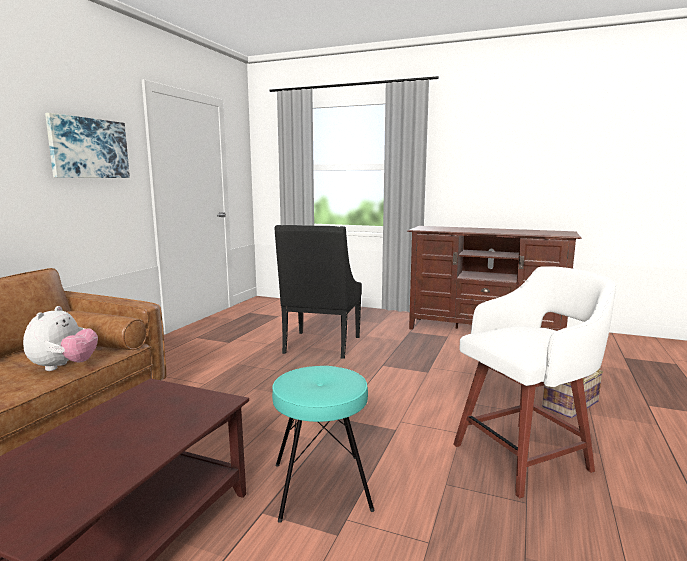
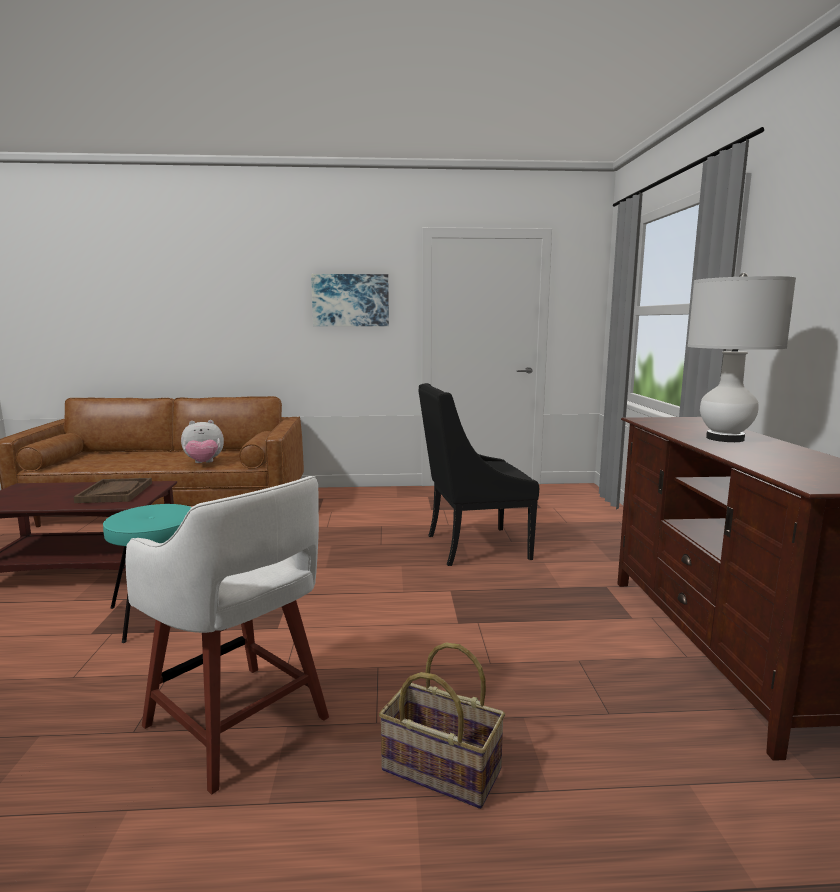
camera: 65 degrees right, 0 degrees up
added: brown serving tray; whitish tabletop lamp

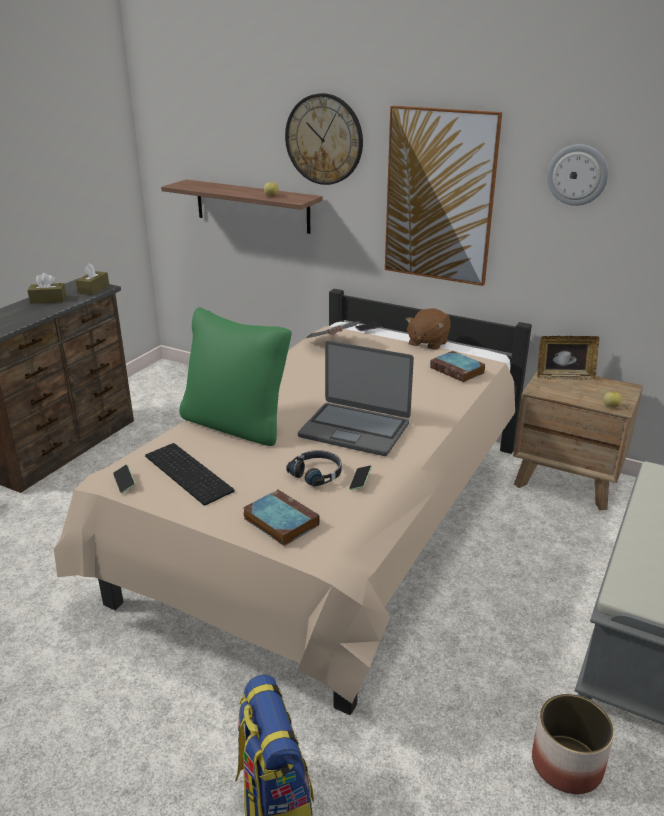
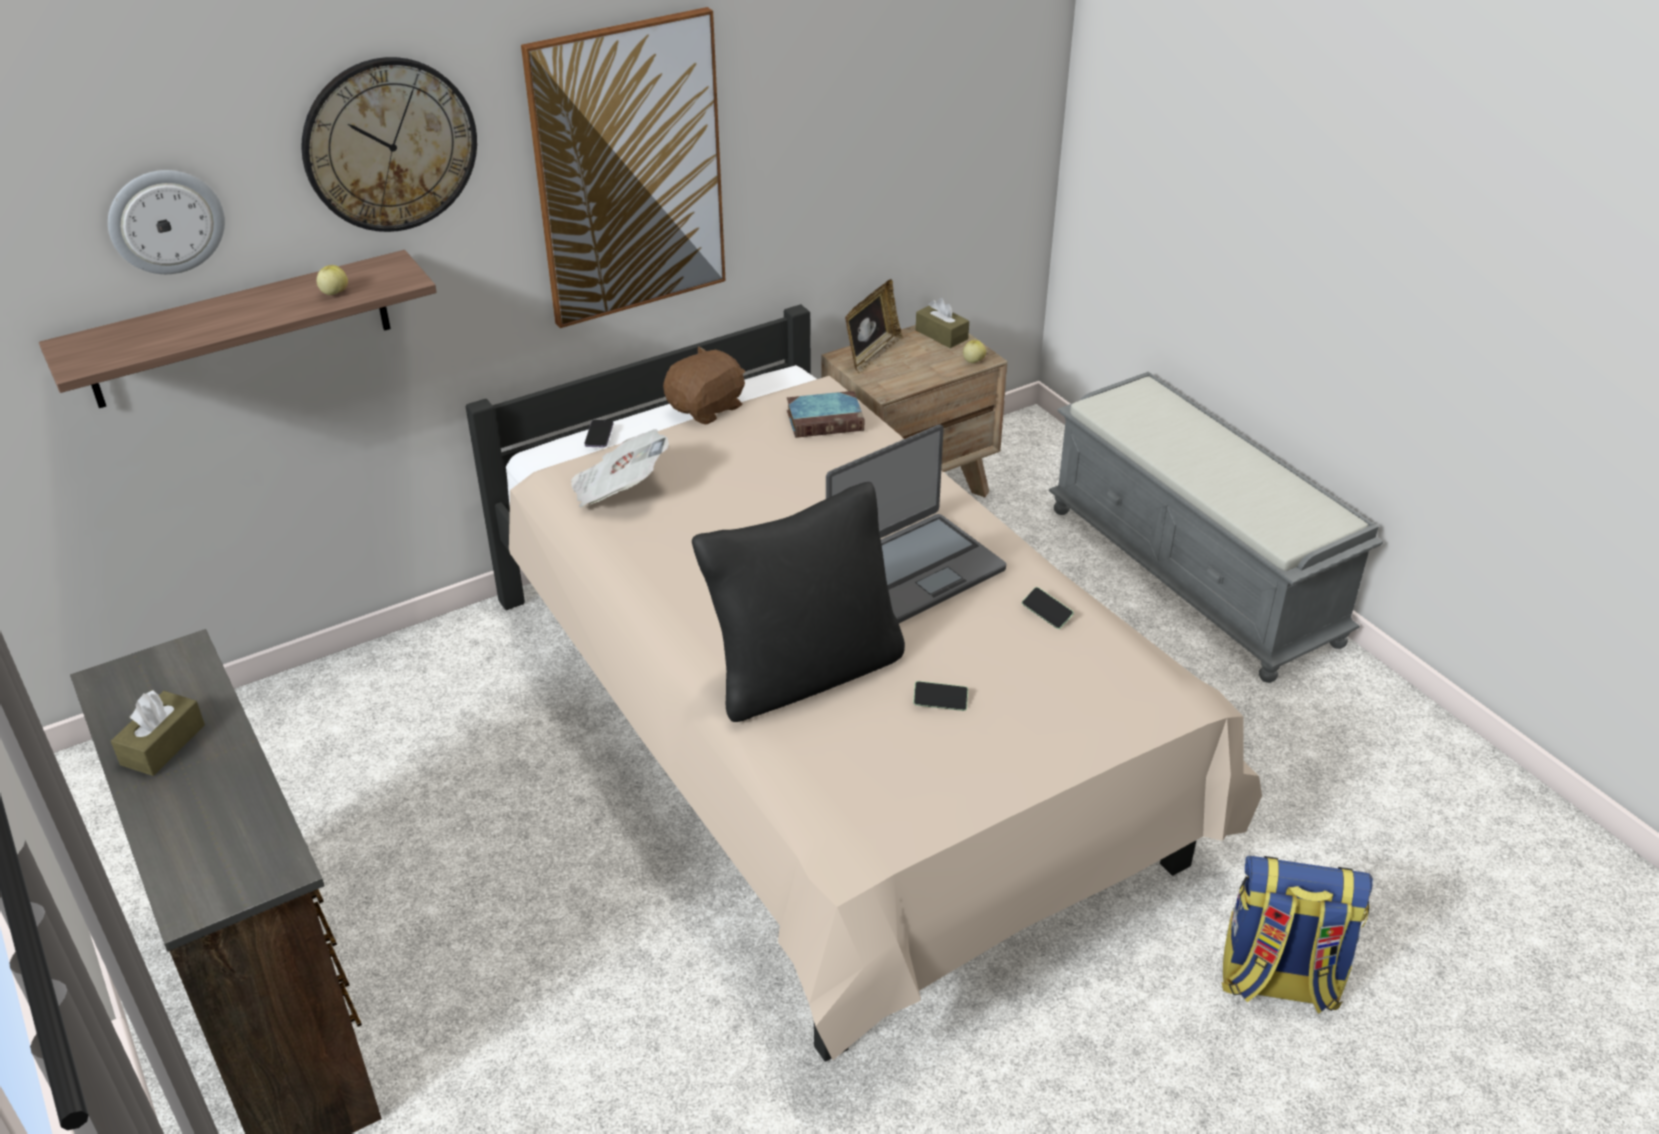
camera: 60 degrees left, 10 degrees up
removed: PC keyboard; volume (1st from left); black-coloured headphones; plant pot
moved: brown box of tissues (2nd from left); phone (1st from left in the first image) to phone (2nd from left); wall clock (2nd from left in the first image) to wall clock (1st from left)
recoloured: greenish pillow to black-coloured pillow
turned: brown soft toy 105 degrees counterclockwise

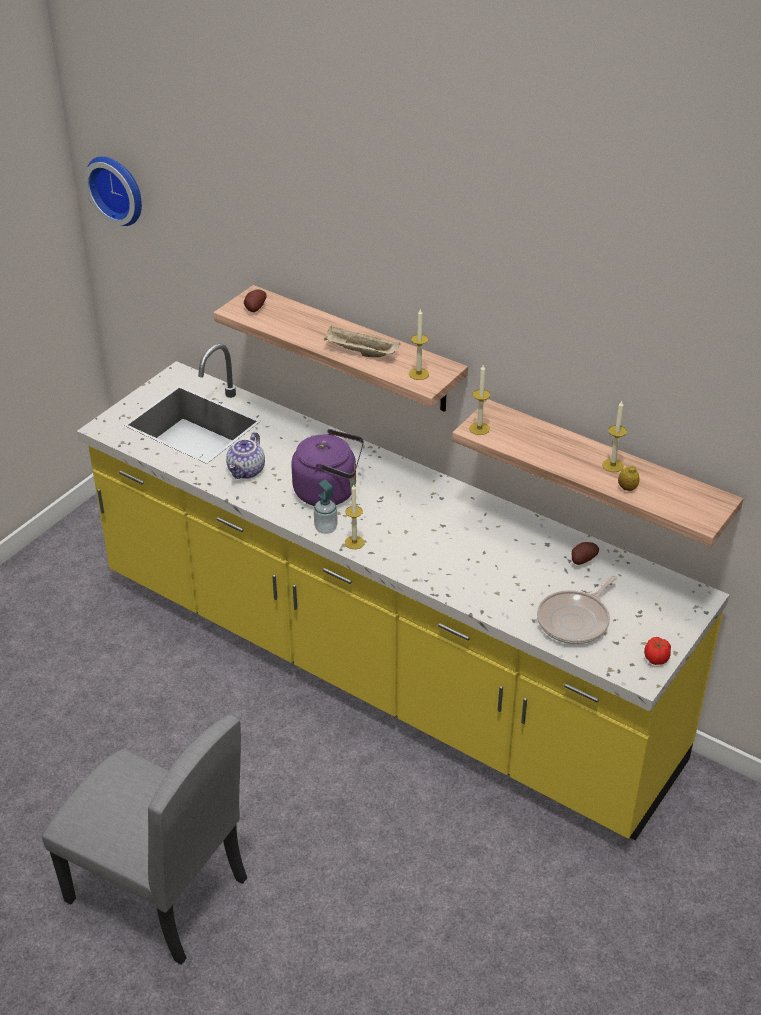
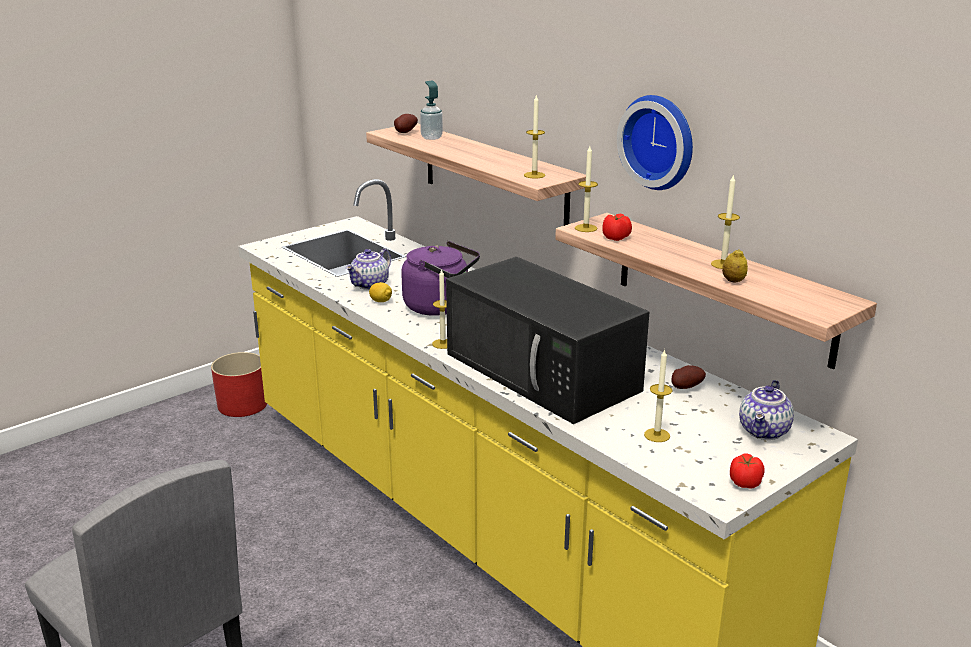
camera: 15 degrees right, 15 degrees down
removed: beige-coloured serving tray
added: reddish plant pot; lemon (1st from left); black-coloured microwave; tomato (1st from left); tea pot (2nd from left)
moved: wall clock; liquid soap bottle
replaced: pan to wax candle (4th from left)

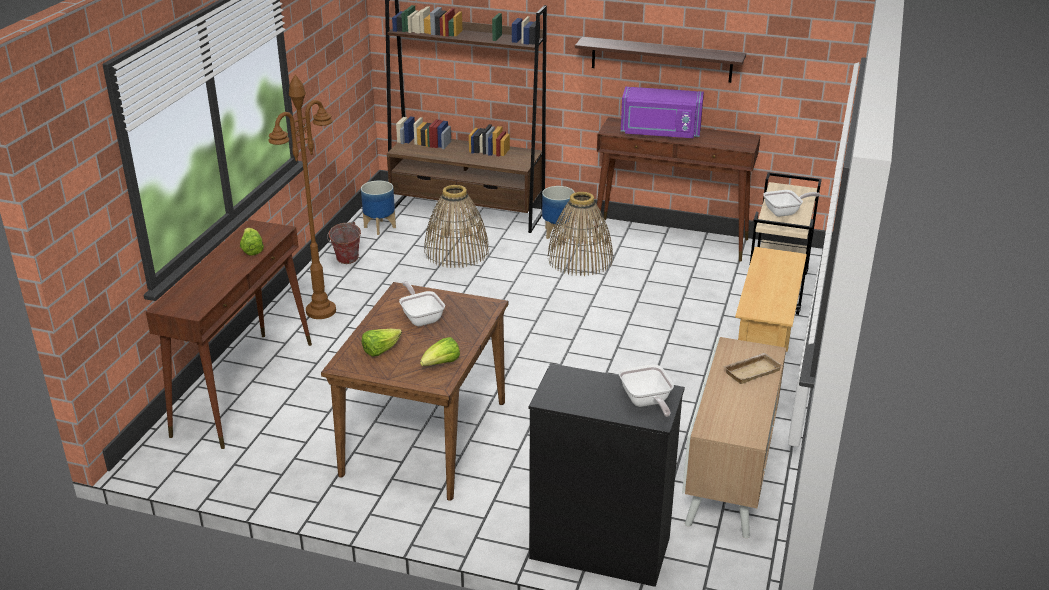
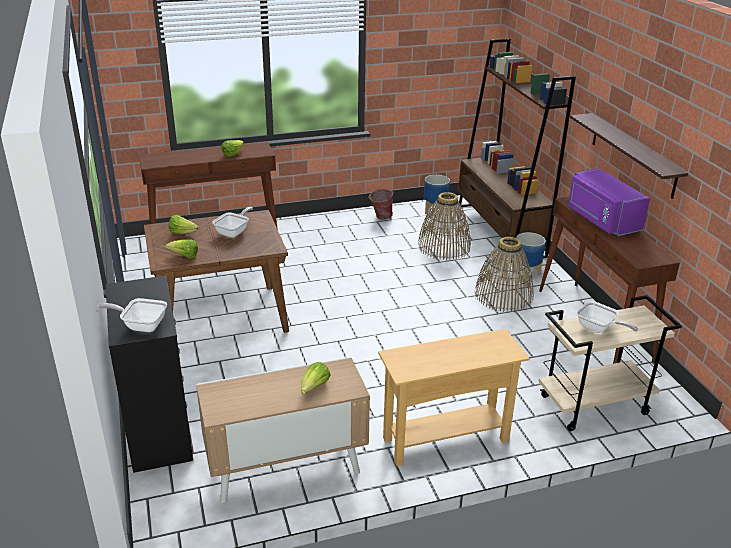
camera: 55 degrees right, 0 degrees up
removed: brown standing lamp
replaced: beige-coloured serving tray to head of lettuce (4th from left)
turned: pan (2nd from left in the first image) 60 degrees clockwise

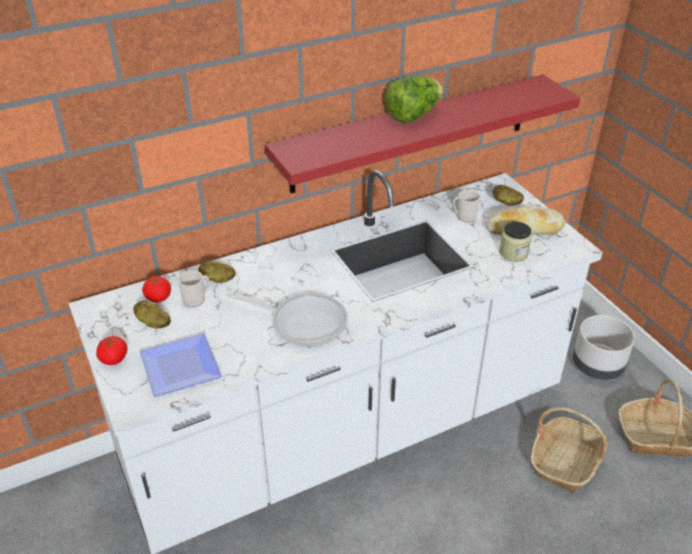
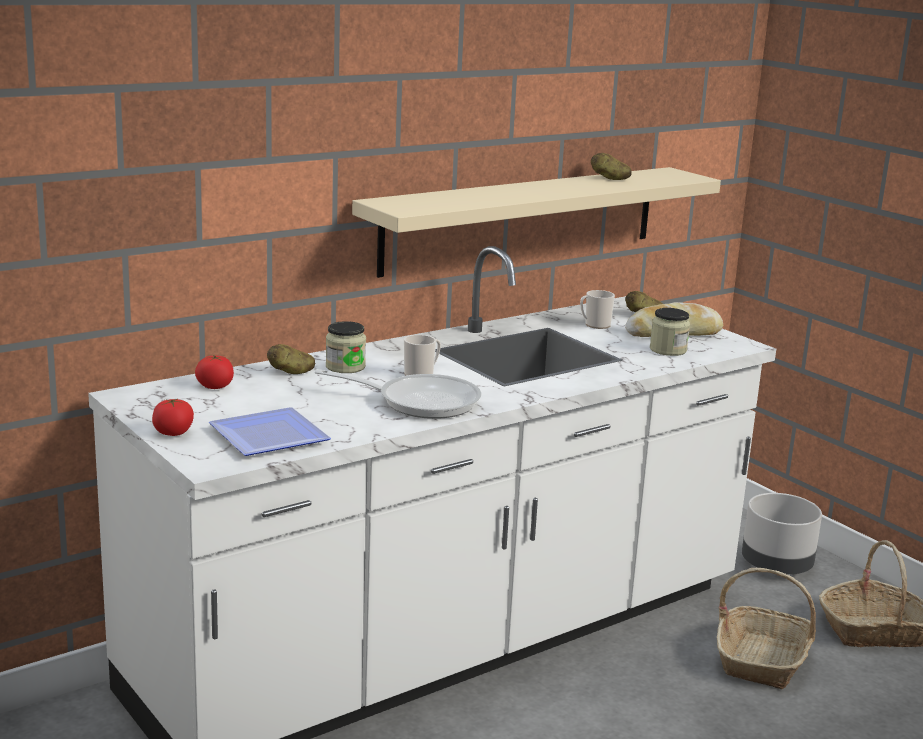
camera: 10 degrees left, 20 degrees down
removed: head of lettuce
added: storage jar (1st from left)
moved: whole potato (1st from left in the first image) to whole potato (2nd from left); coffee mug (1st from left)
recoloured: reddish wall shelf to beige-coloured wall shelf

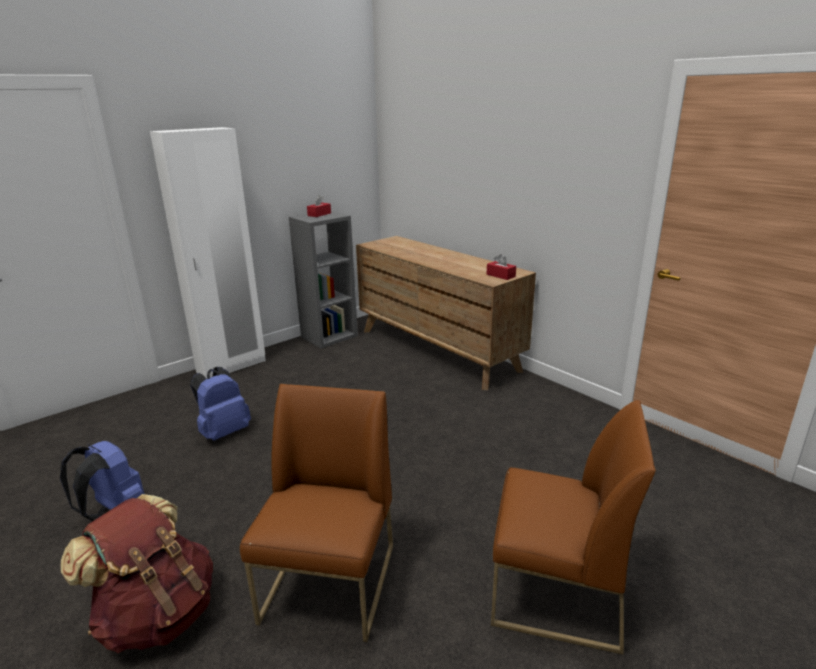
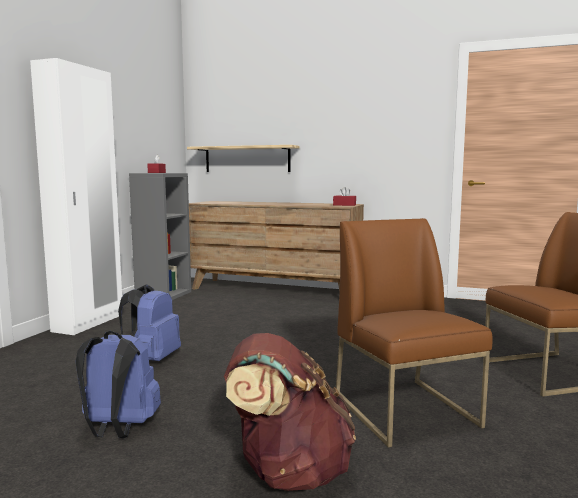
camera: 30 degrees left, 15 degrees down
added: wall shelf

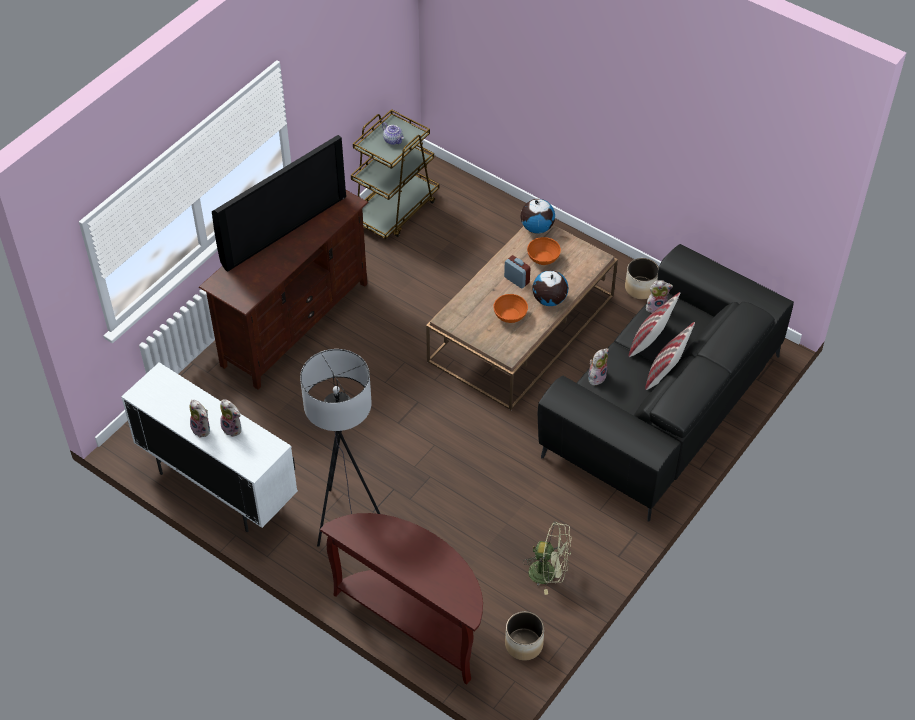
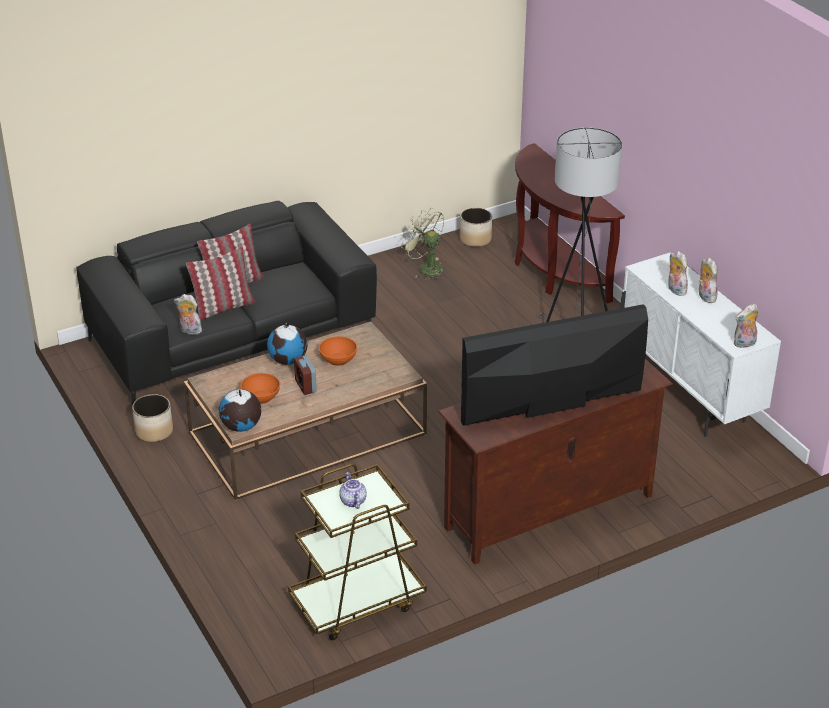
camera: 155 degrees left, 15 degrees down
moved: soft toy (3rd from left in the first image) to soft toy (4th from left)

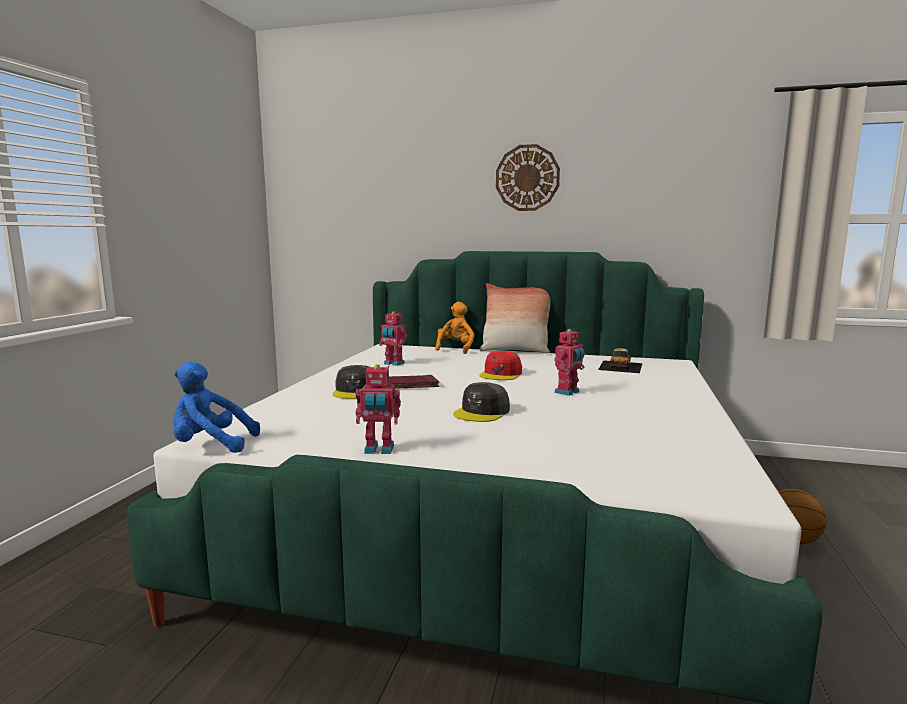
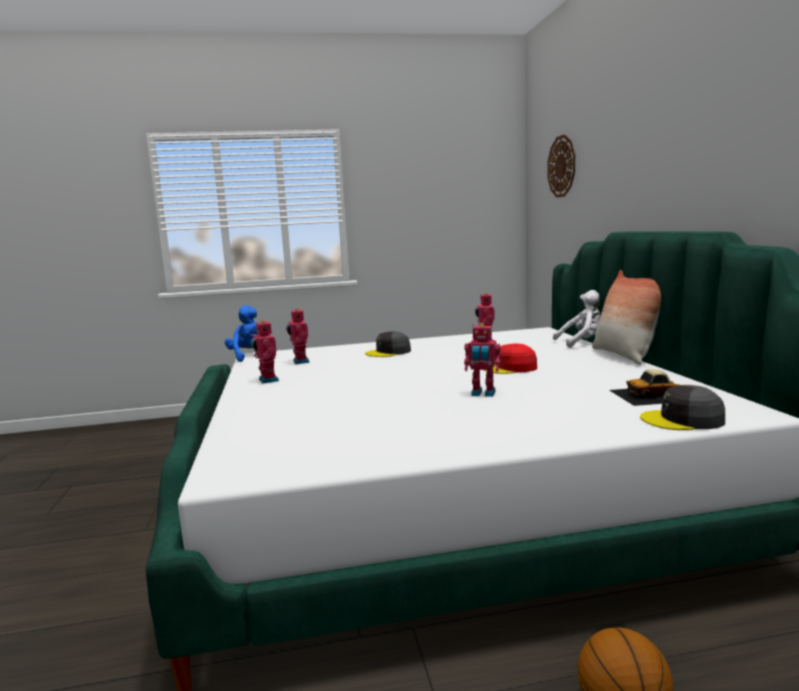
camera: 65 degrees right, 0 degrees up
removed: reddish volume
added: model robot (2nd from left)
moved: gray peaked cap (2nd from left); wall clock
recoloured: orange-coloured soft toy to whitish soft toy

